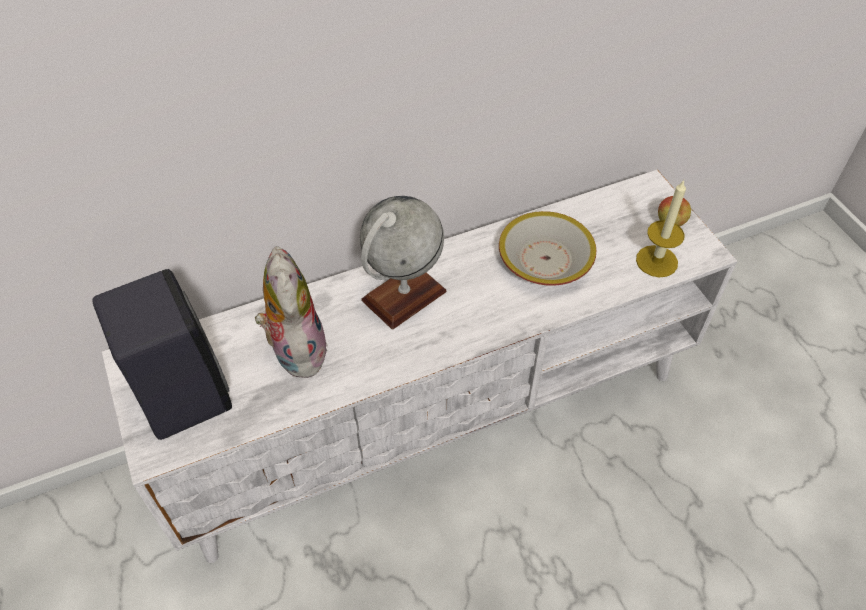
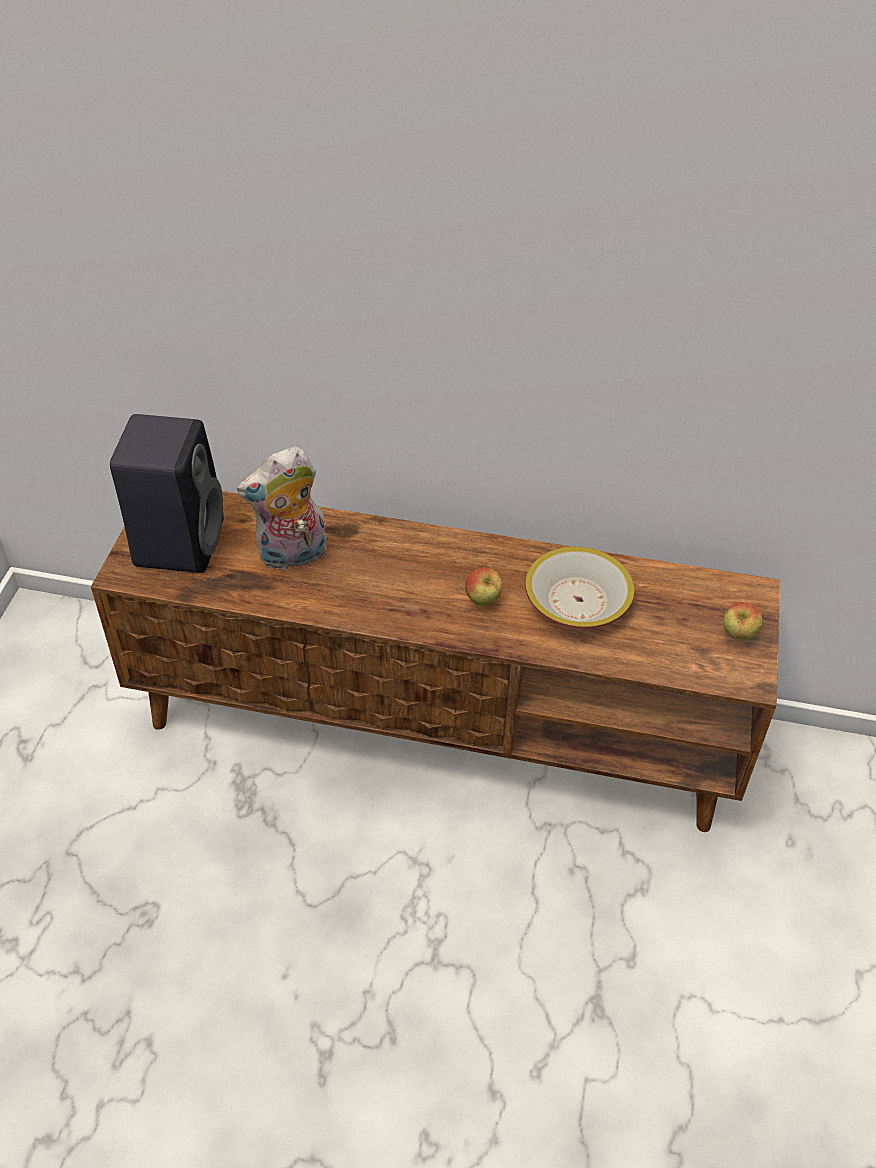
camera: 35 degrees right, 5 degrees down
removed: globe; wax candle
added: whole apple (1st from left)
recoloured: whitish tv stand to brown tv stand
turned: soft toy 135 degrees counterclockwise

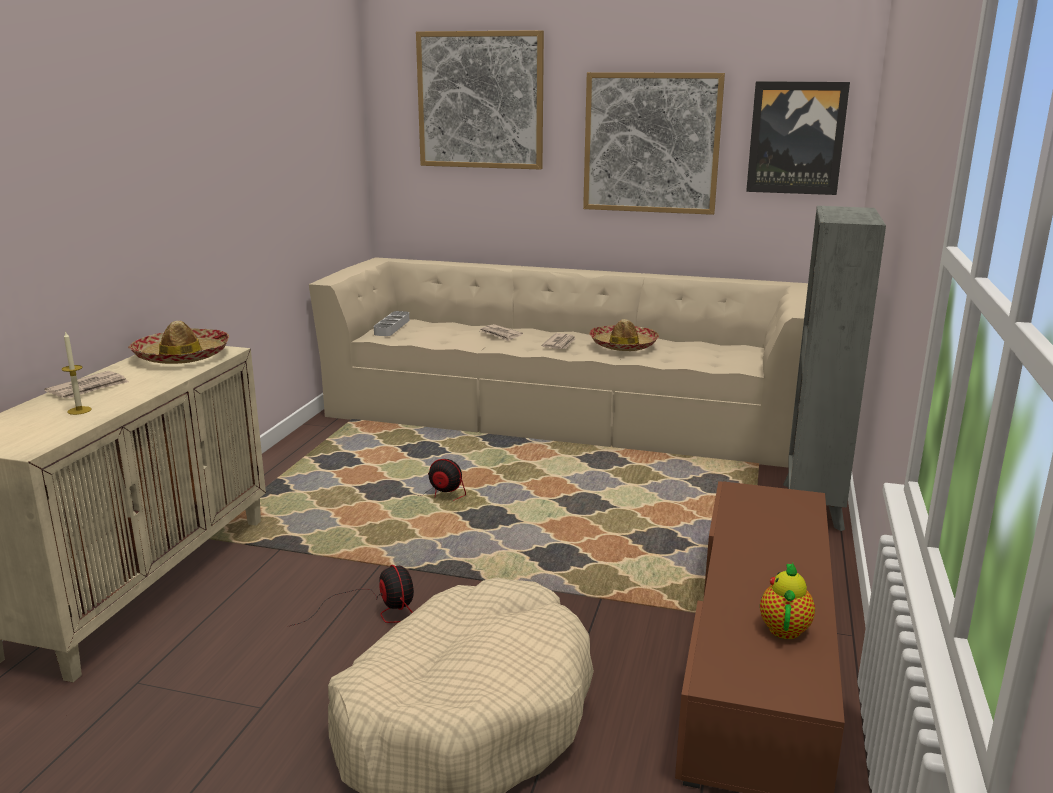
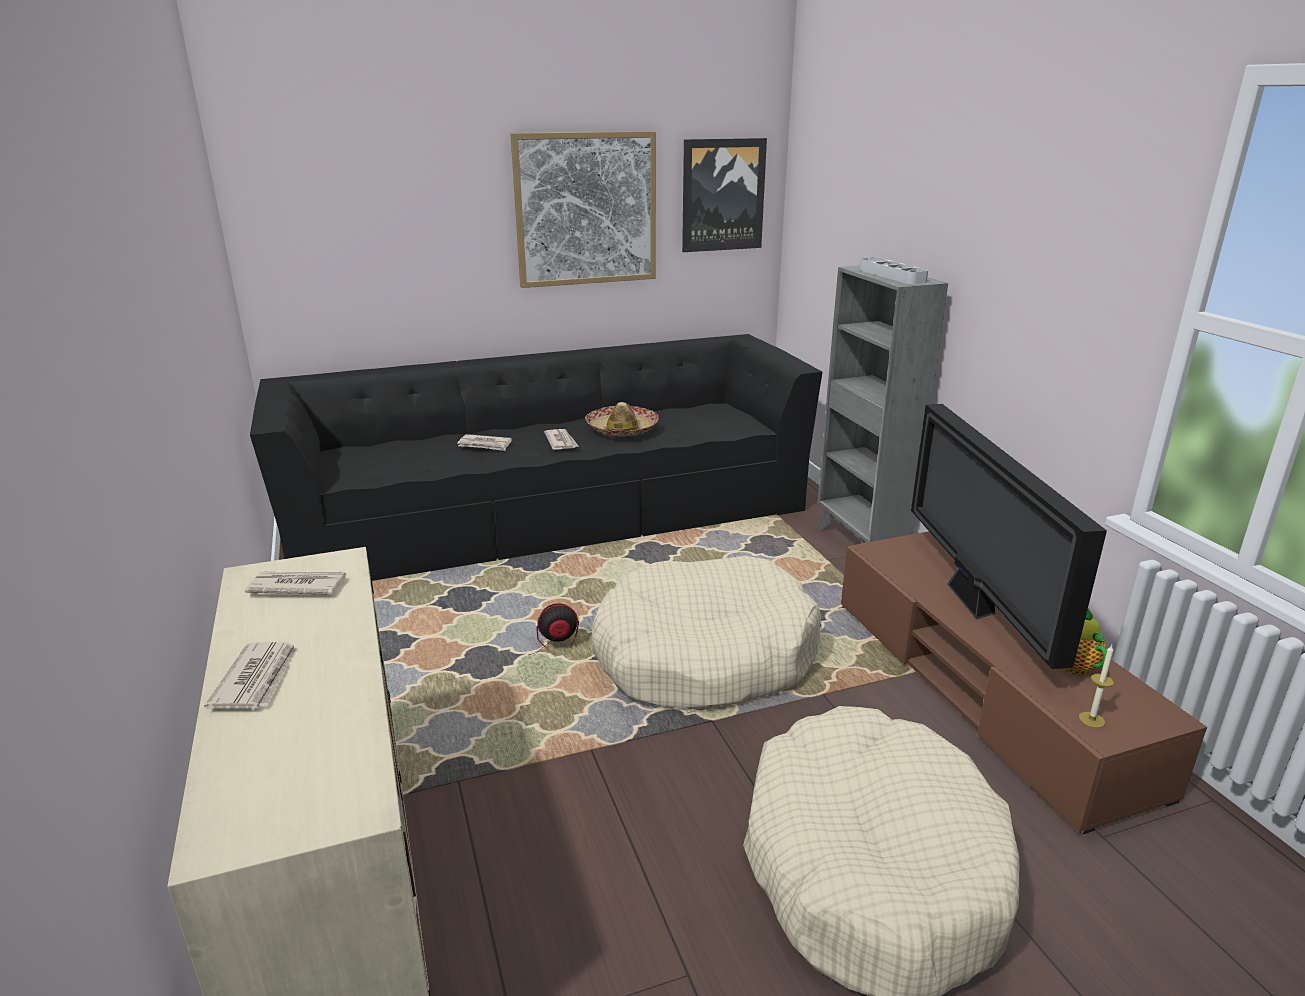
camera: 35 degrees left, 5 degrees up
removed: electric fan (1st from left); wall art (1st from left)
added: beige-coloured pet bed (1st from left); television
moved: wax candle; gray serving tray
replaced: clothing hat (1st from left) to daily paper (2nd from left)
recoloured: beige-coloured couch to black-coloured couch

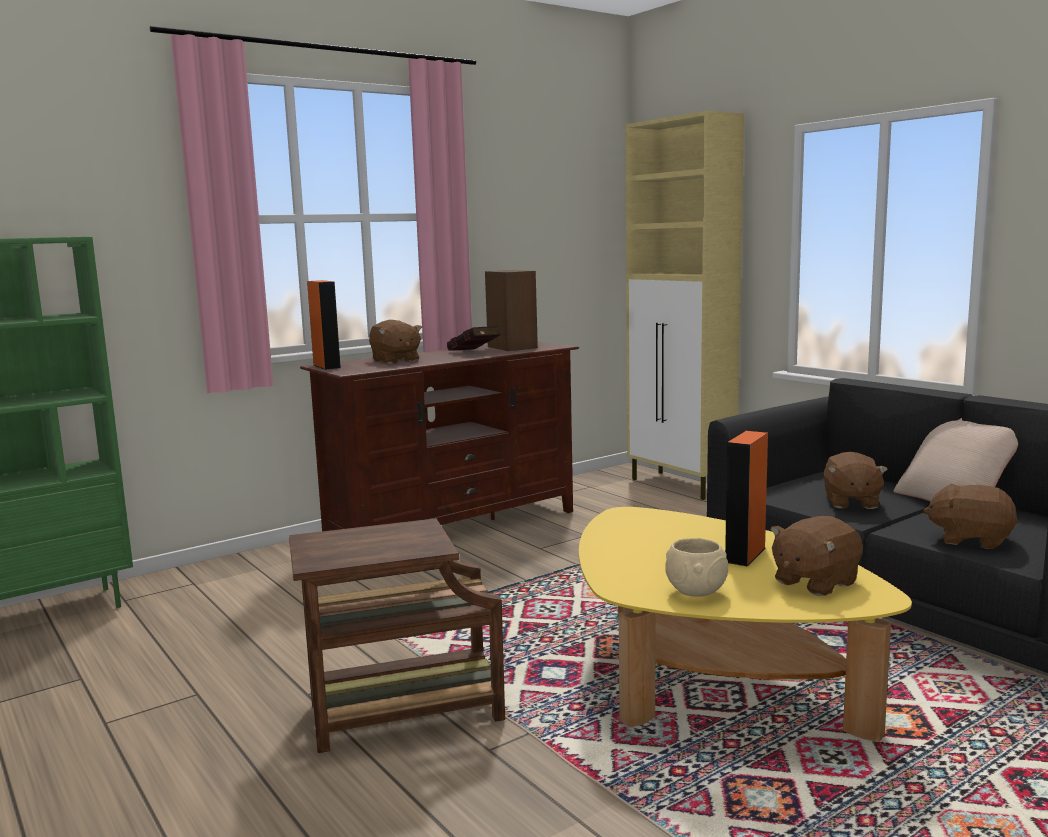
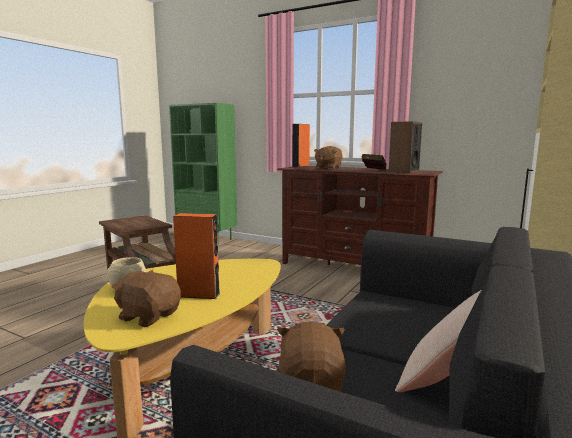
camera: 65 degrees right, 0 degrees up
removed: brown soft toy (3rd from left)

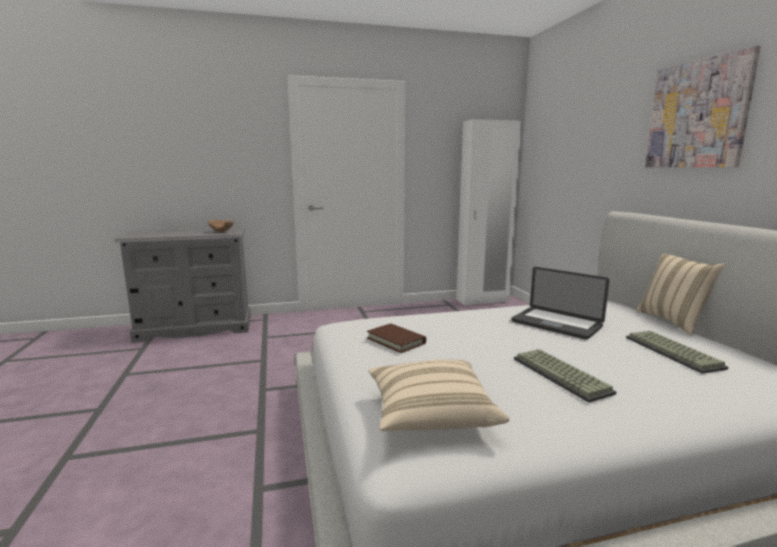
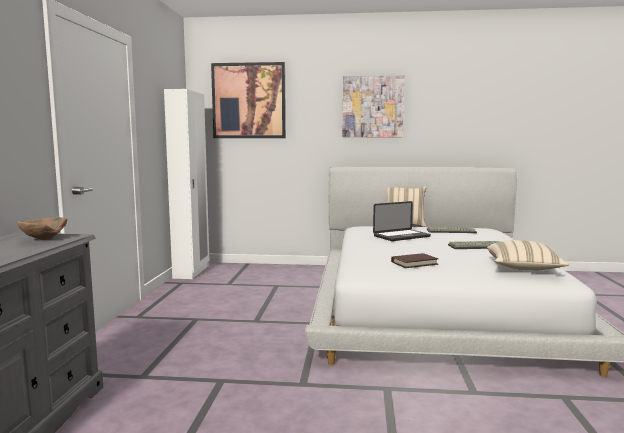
camera: 70 degrees left, 5 degrees down
added: wall art (1st from left)

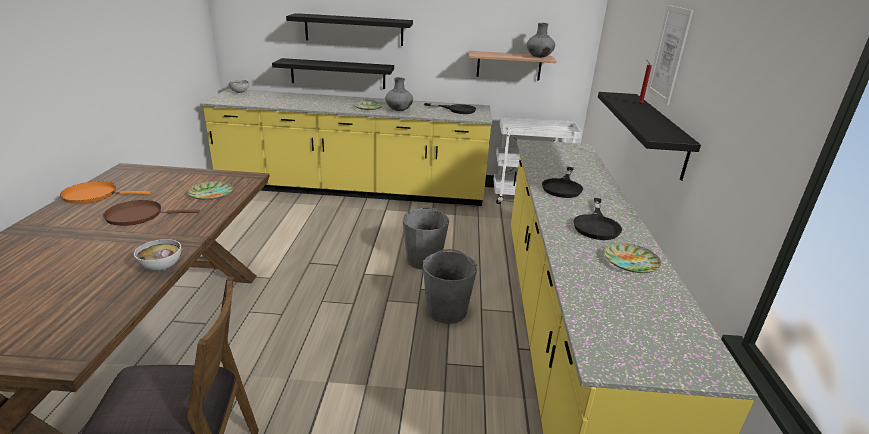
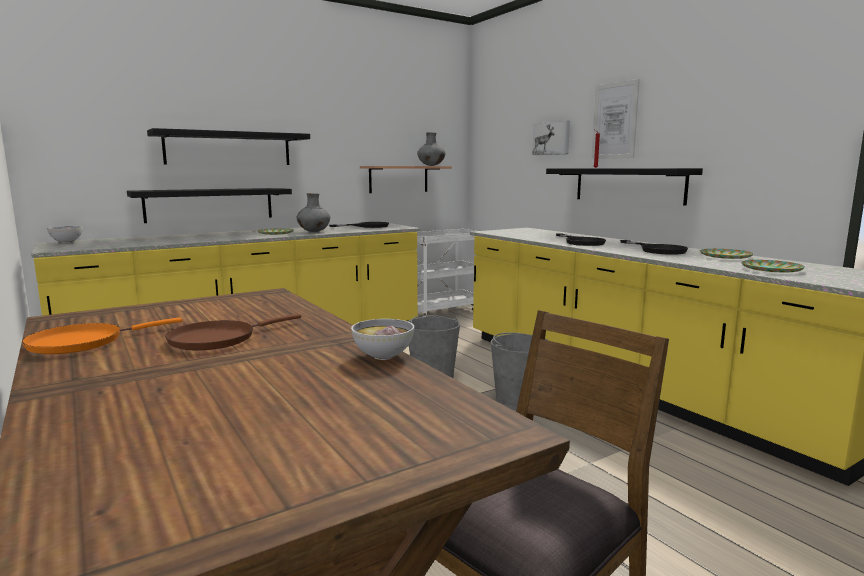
camera: 35 degrees left, 15 degrees down
added: wall art (1st from left)
moved: flat dish (1st from left in the first image) to flat dish (3rd from left)

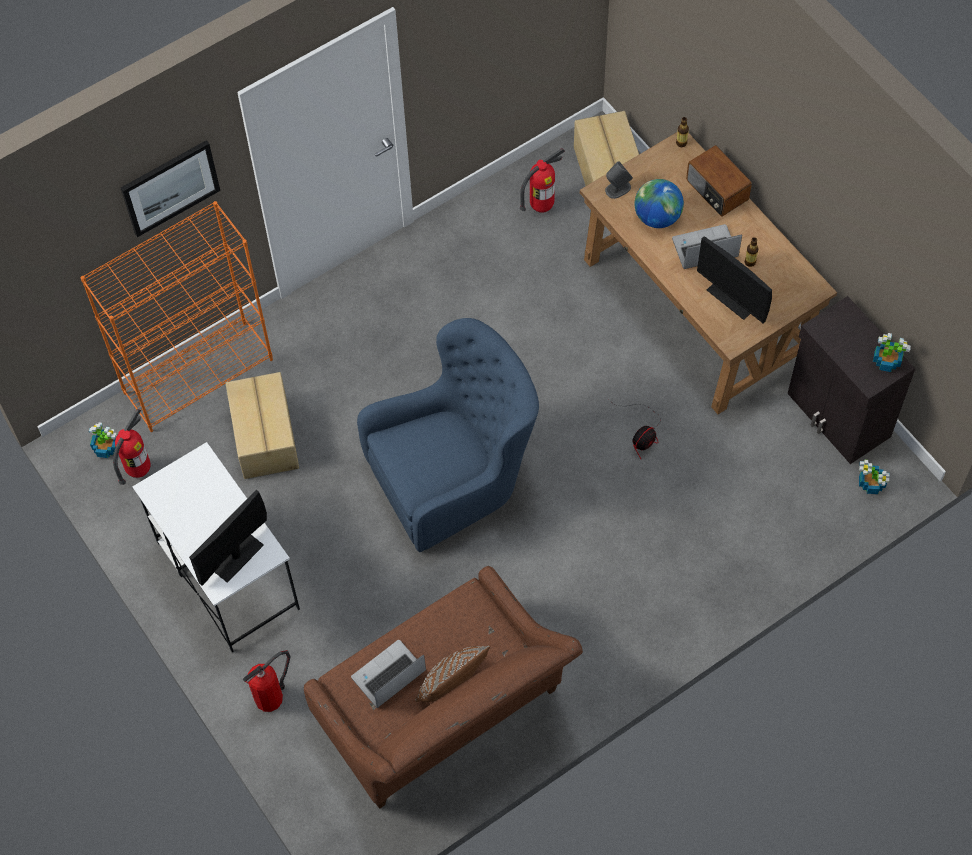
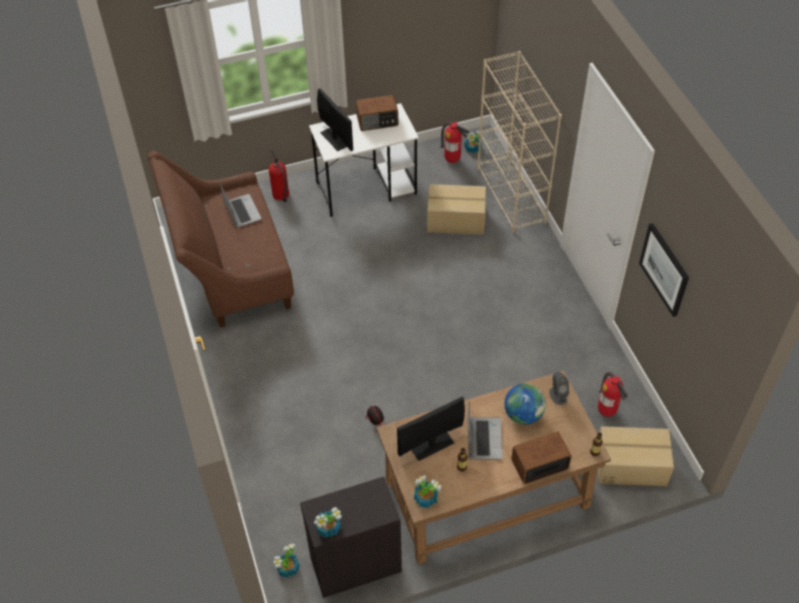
camera: 105 degrees right, 10 degrees down
removed: bluish easy chair; brown pillow
added: radio receiver (1st from left); houseplant (3rd from left)
moved: wall art
recoloured: orange-coloured bookshelf to beige-coloured bookshelf

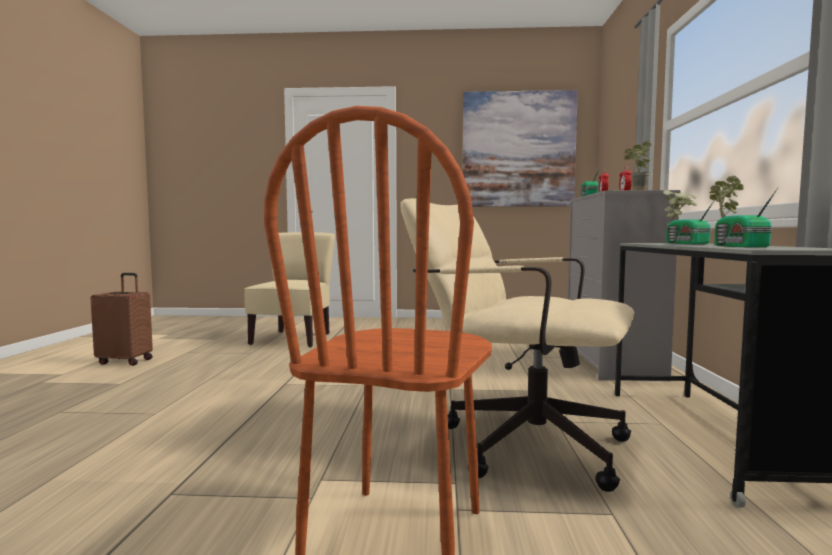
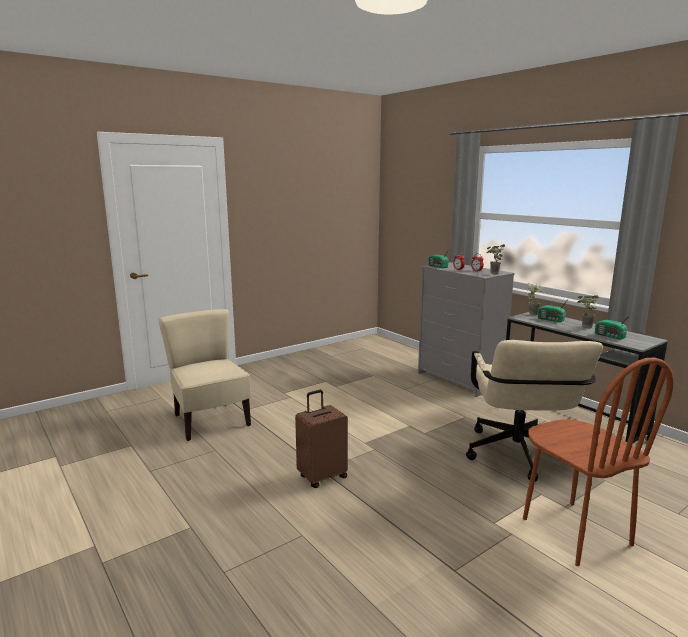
camera: 40 degrees left, 10 degrees up
removed: wall art
moved: brown travel case
turned: beige-coloured office chair 75 degrees counterclockwise

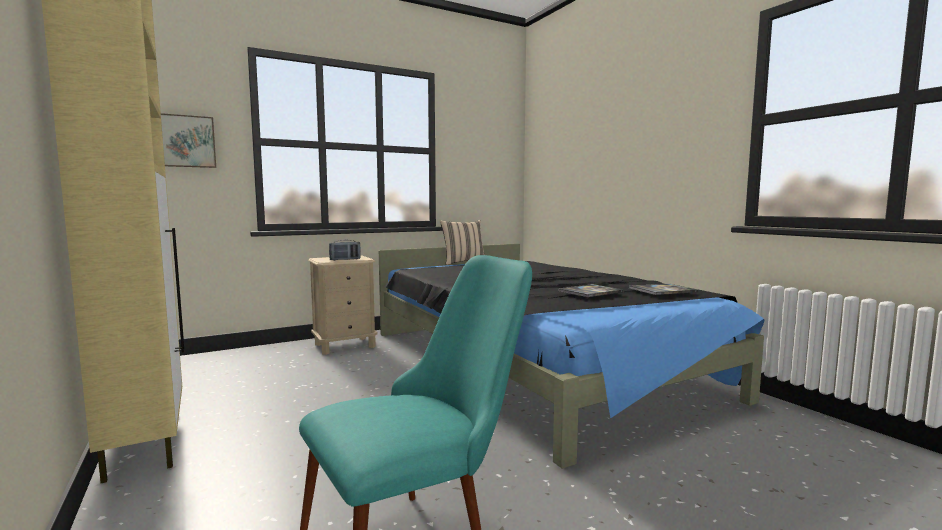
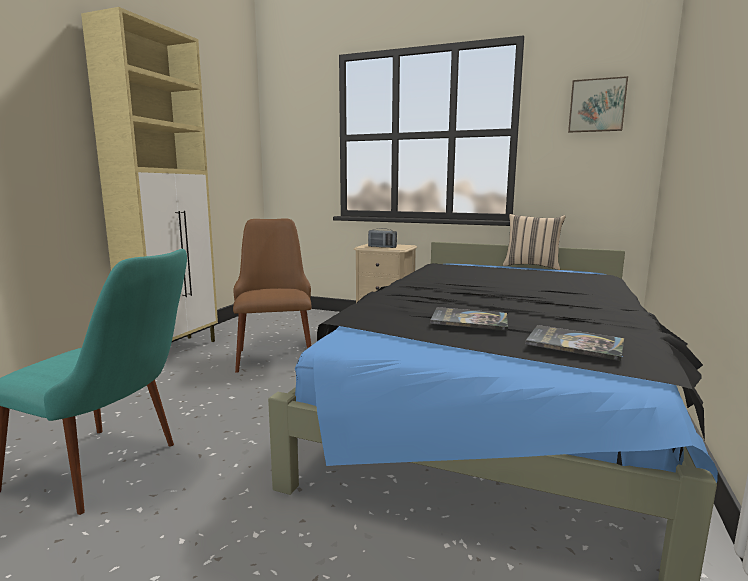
camera: 50 degrees right, 5 degrees up
added: brown plain chair
moved: wall art

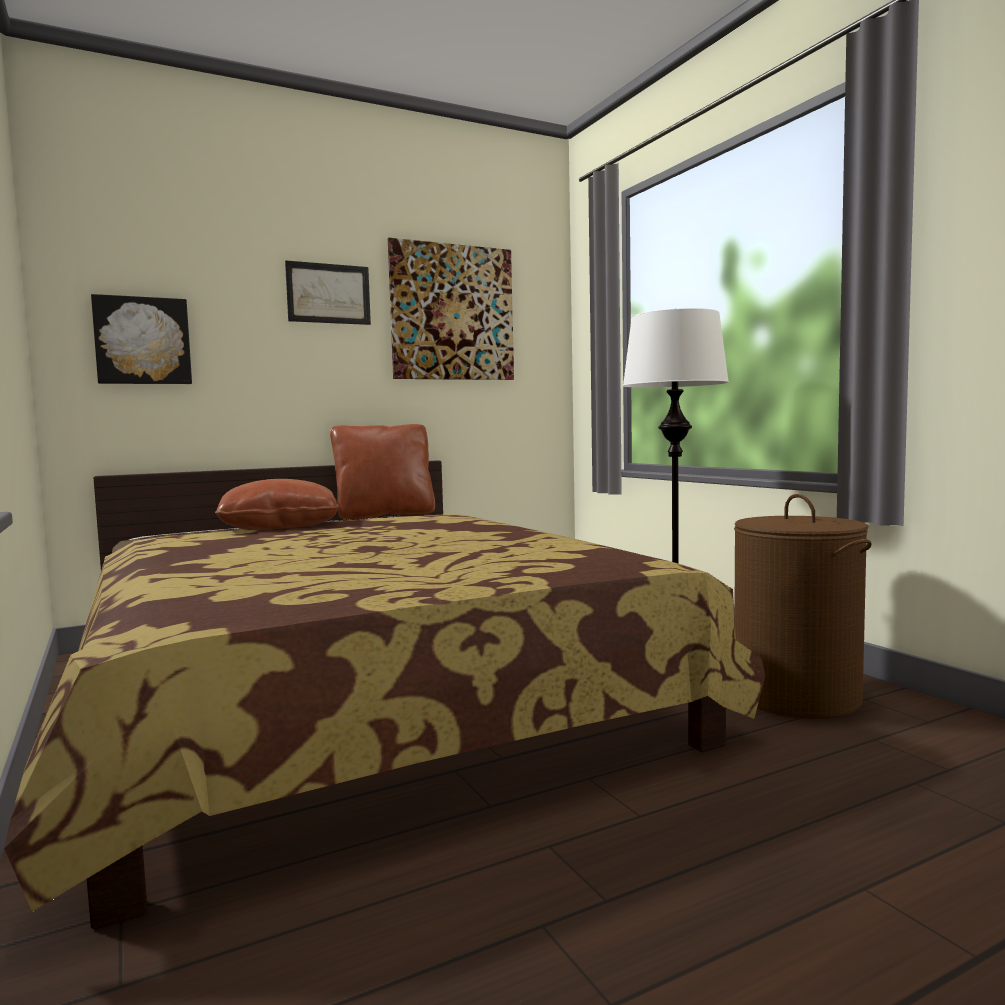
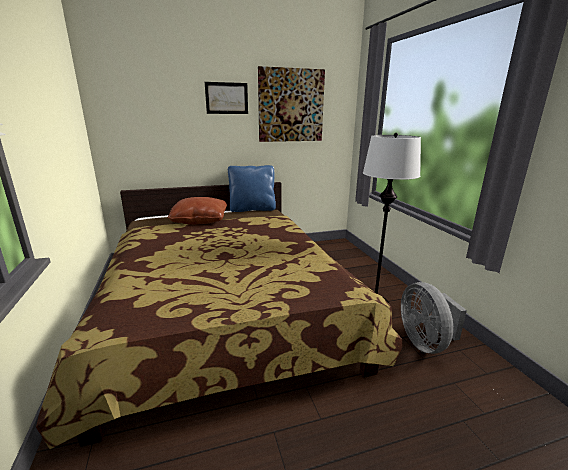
camera: 10 degrees right, 15 degrees up
removed: wall art (1st from left)
replaced: brown washing basket to gray electric fan
recoloured: brown pillow (2nd from left) to bluish pillow

